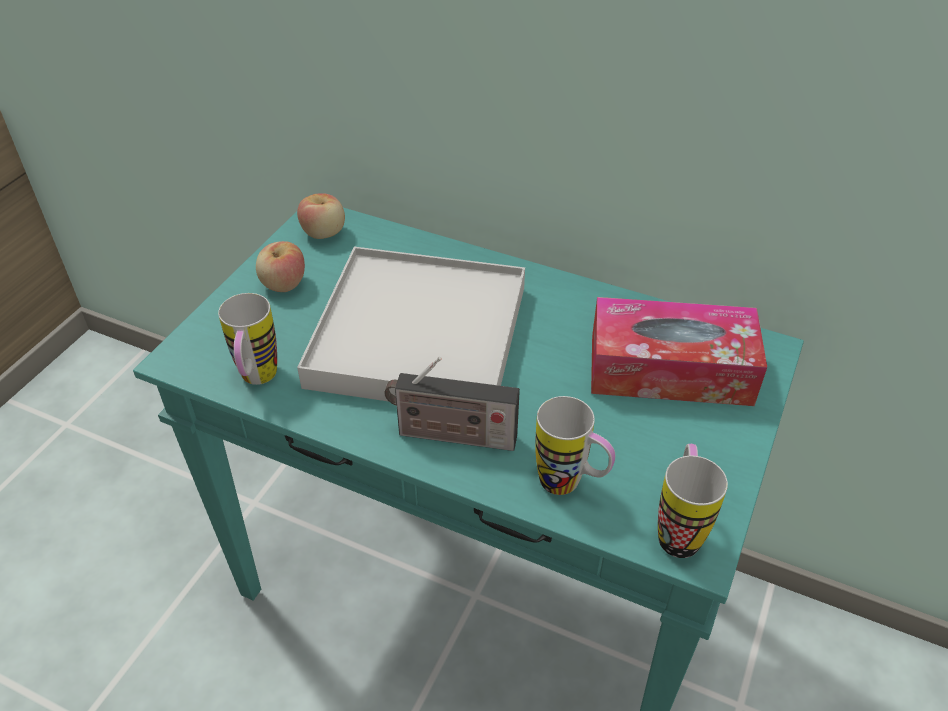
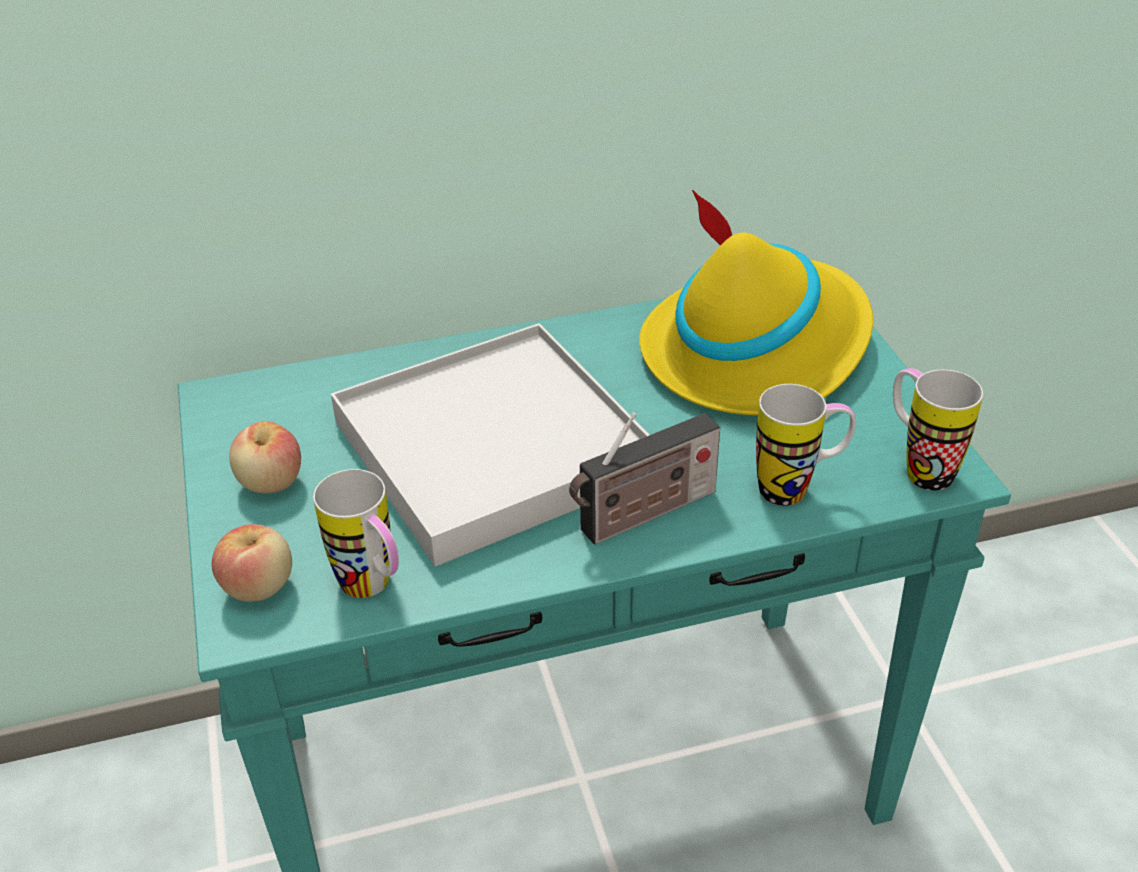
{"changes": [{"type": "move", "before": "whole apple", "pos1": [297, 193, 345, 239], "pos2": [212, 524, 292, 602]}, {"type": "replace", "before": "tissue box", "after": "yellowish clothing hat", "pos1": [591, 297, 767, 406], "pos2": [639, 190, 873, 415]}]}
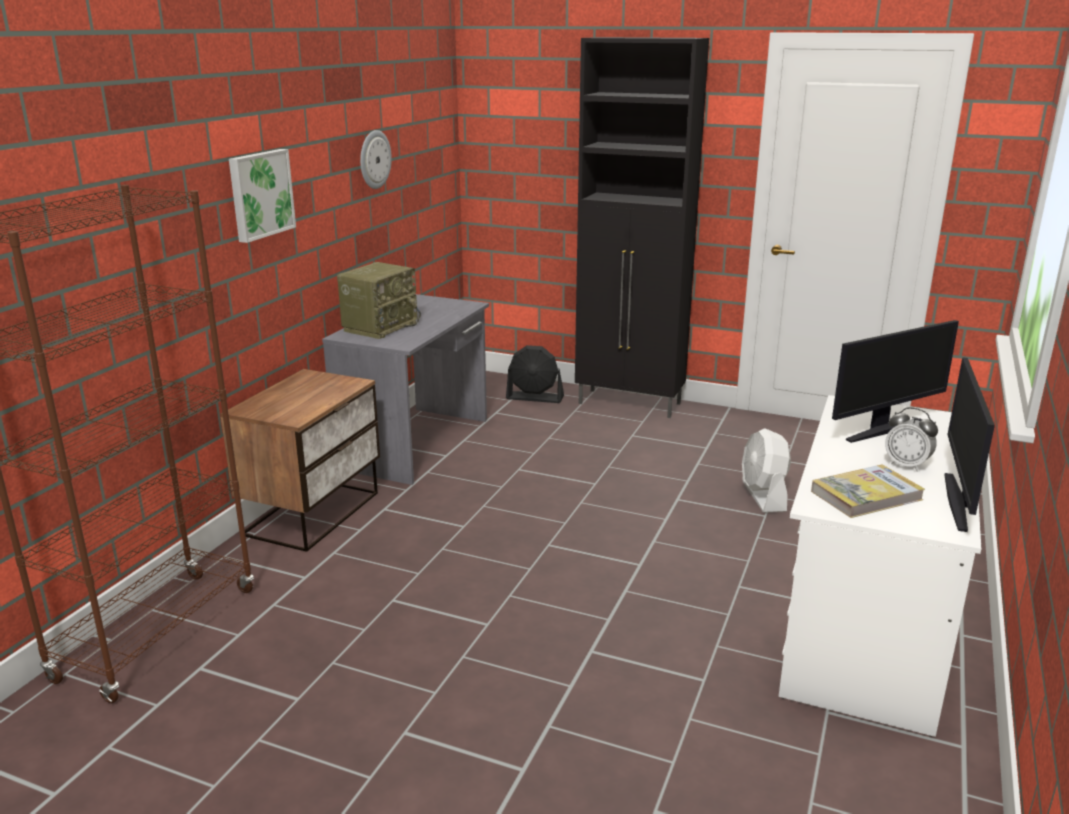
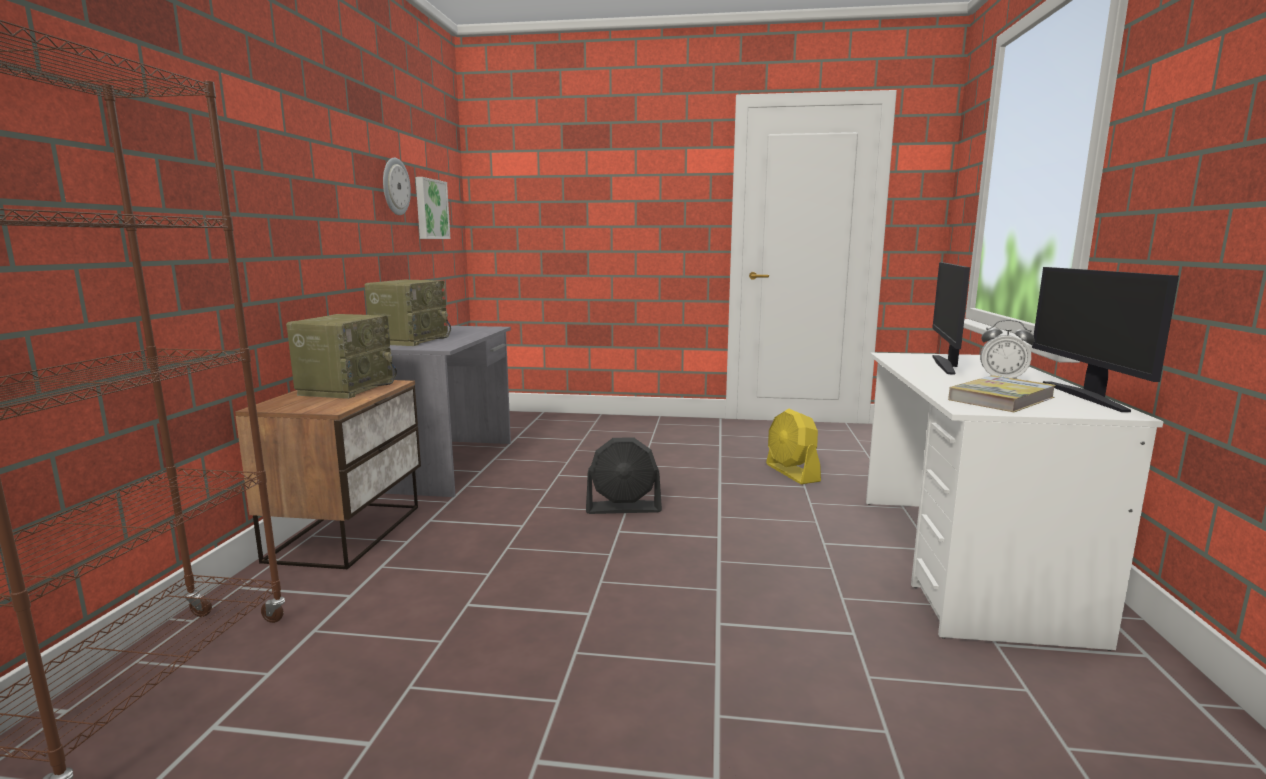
{"changes": [{"type": "insert", "after": "radio", "pos2": [286, 314, 397, 399]}, {"type": "move", "before": "wall picture", "pos1": [229, 149, 296, 243], "pos2": [416, 177, 451, 239]}, {"type": "move", "before": "black-coloured electric fan", "pos1": [506, 345, 564, 403], "pos2": [586, 437, 662, 514]}, {"type": "recolor", "before": "white electric fan", "after": "yellowish electric fan", "pos1": [742, 428, 791, 513], "pos2": [766, 409, 821, 484]}, {"type": "rotate", "before": "computer display", "pos1": [832, 320, 959, 443], "pos2": [932, 262, 970, 375], "turn": 150}, {"type": "delete", "before": "black-coloured cupboard", "pos1": [575, 37, 709, 418]}]}
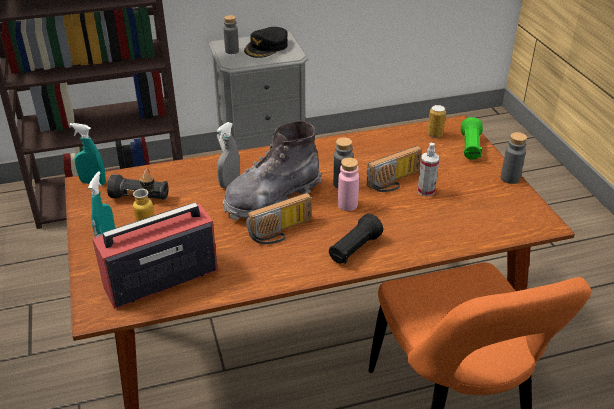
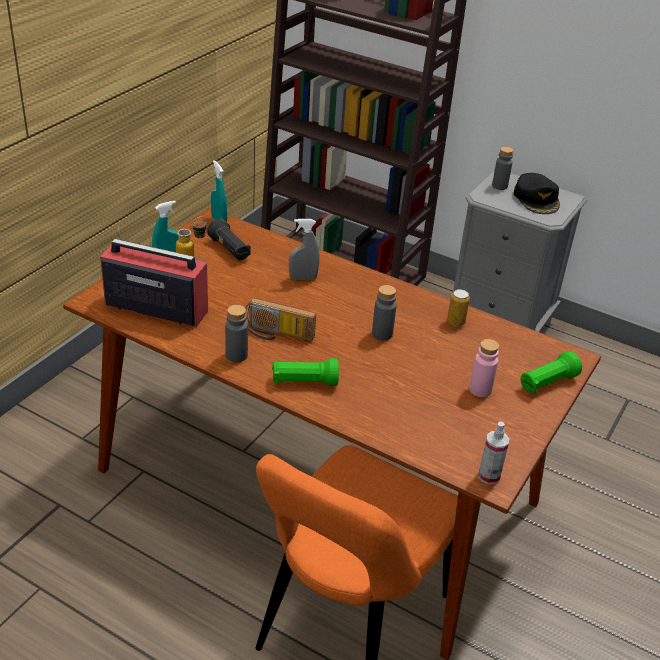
{"changes": [{"type": "move", "before": "greyish bottle", "pos1": [501, 132, 527, 184], "pos2": [225, 305, 248, 362]}, {"type": "recolor", "before": "black-coloured hand torch", "after": "green hand torch", "pos1": [329, 214, 383, 264], "pos2": [272, 359, 339, 386]}, {"type": "move", "before": "sealed can", "pos1": [427, 105, 446, 138], "pos2": [447, 289, 470, 327]}, {"type": "move", "before": "pink bottle", "pos1": [338, 158, 359, 211], "pos2": [469, 339, 499, 397]}, {"type": "move", "before": "spray bottle", "pos1": [418, 143, 439, 197], "pos2": [478, 422, 509, 484]}, {"type": "rotate", "before": "black-coloured baseball cap", "pos1": [244, 27, 288, 58], "pos2": [514, 173, 560, 214], "turn": -90}, {"type": "delete", "before": "greyish boot", "pos1": [223, 120, 321, 221]}, {"type": "delete", "before": "radio", "pos1": [367, 146, 422, 192]}]}
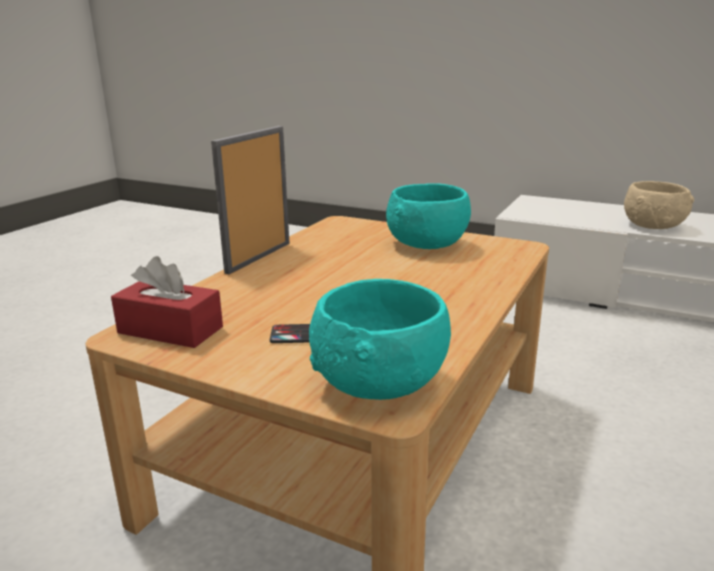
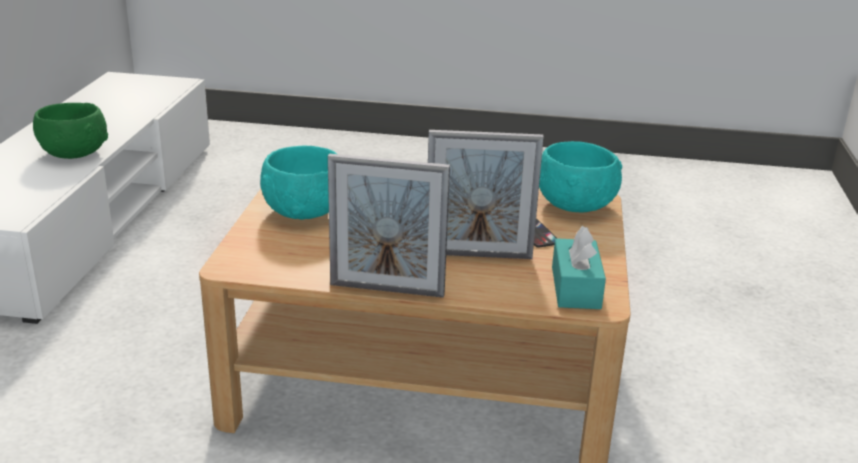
{"changes": [{"type": "recolor", "before": "beige deep dish", "after": "green deep dish", "pos1": [624, 181, 694, 229], "pos2": [33, 103, 108, 159]}, {"type": "insert", "after": "picture frame", "pos2": [428, 130, 544, 259]}, {"type": "recolor", "before": "reddish tissue box", "after": "blue-green tissue box", "pos1": [111, 256, 223, 348], "pos2": [552, 226, 606, 309]}]}
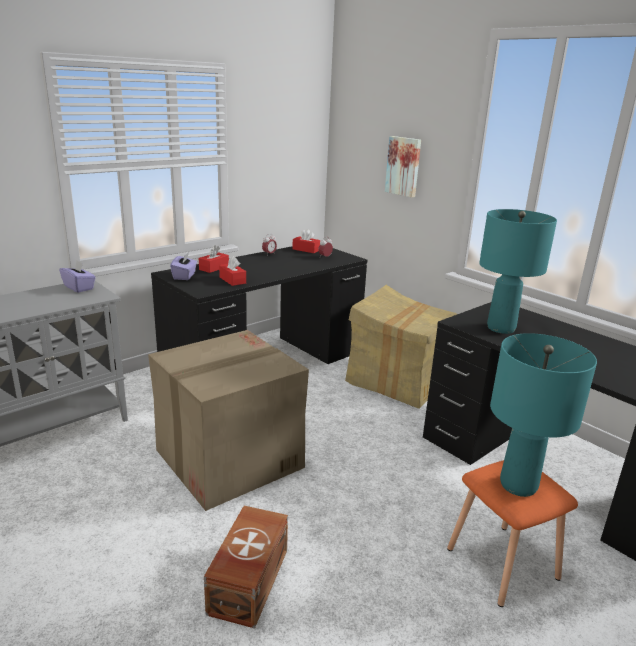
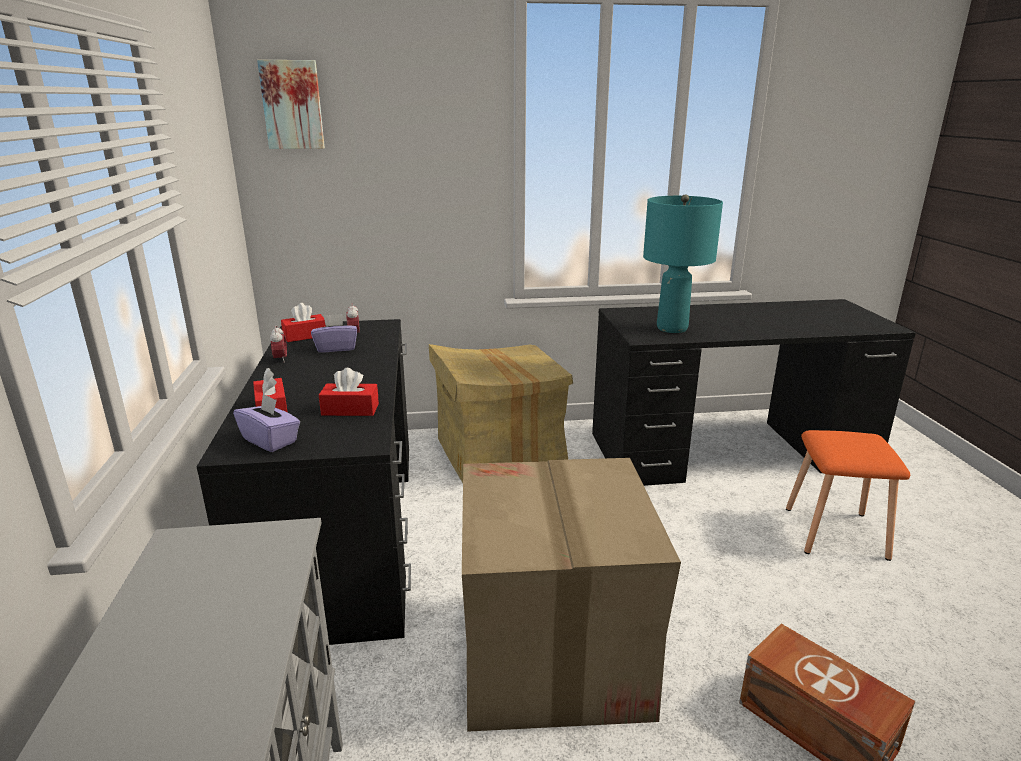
{"changes": [{"type": "move", "before": "wall picture", "pos1": [385, 136, 421, 198], "pos2": [257, 60, 325, 149]}, {"type": "move", "before": "purple-coloured tissue box", "pos1": [59, 261, 96, 293], "pos2": [311, 314, 357, 353]}, {"type": "delete", "before": "blue-green tabletop lamp", "pos1": [490, 333, 597, 497]}]}
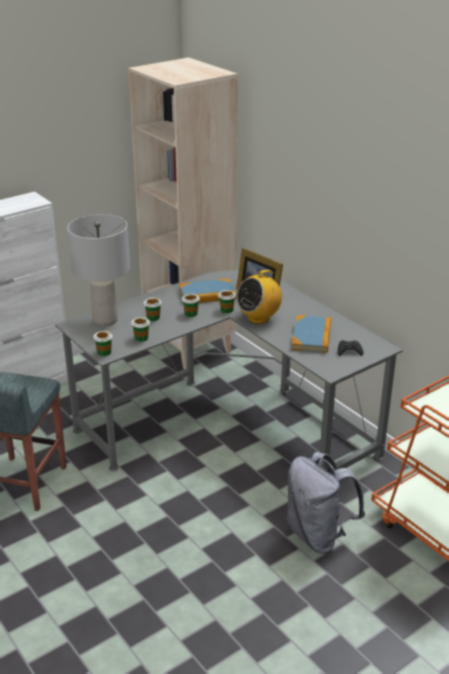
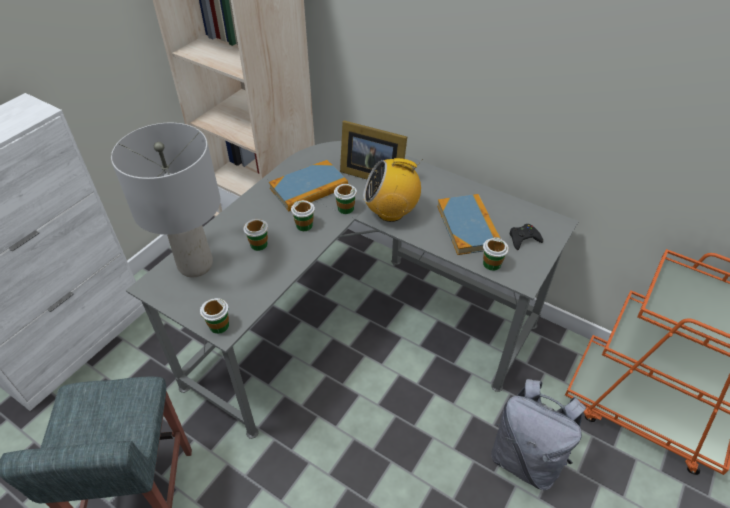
{"changes": [{"type": "rotate", "before": "radio", "pos1": [236, 270, 282, 324], "pos2": [363, 158, 423, 222], "turn": 60}, {"type": "move", "before": "drinking cup", "pos1": [131, 317, 150, 342], "pos2": [483, 237, 509, 271]}]}
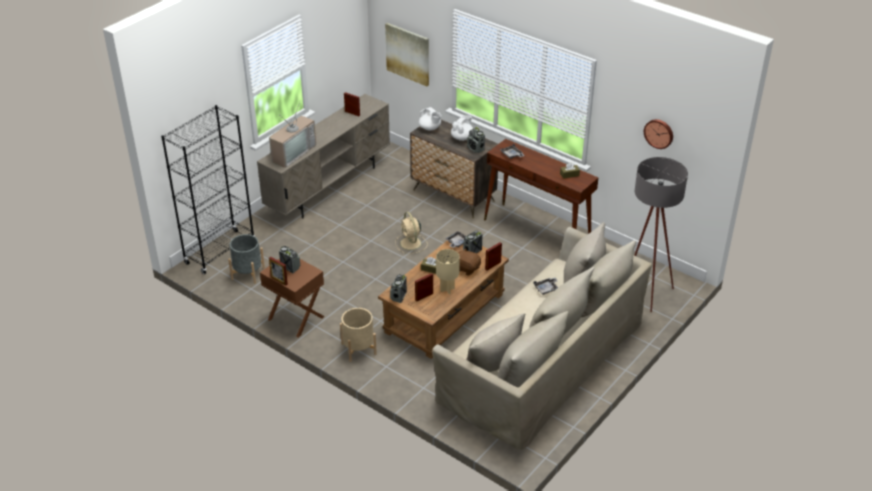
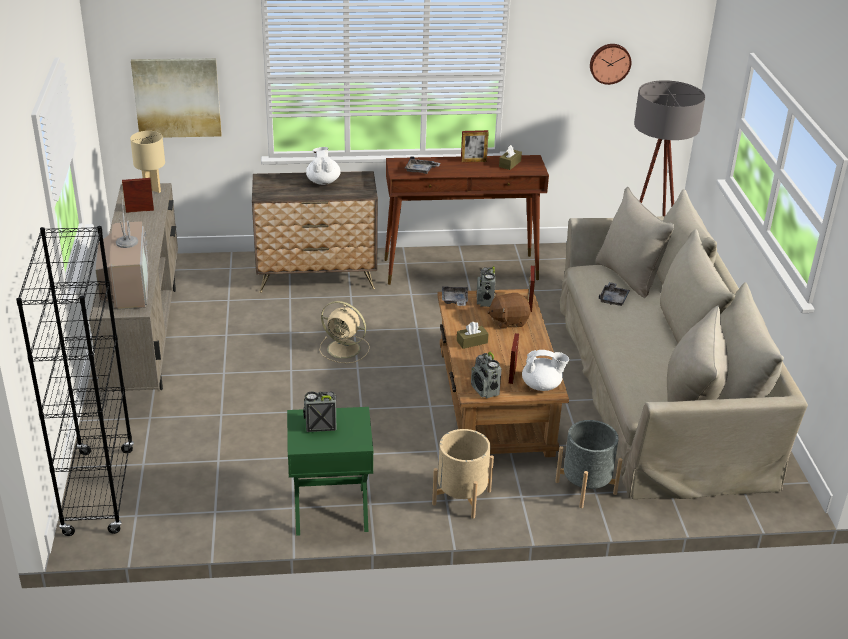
{"changes": [{"type": "move", "before": "beige tabletop lamp", "pos1": [436, 249, 460, 294], "pos2": [130, 131, 165, 193]}, {"type": "recolor", "before": "brown bedside table", "after": "green bedside table", "pos1": [260, 258, 325, 338], "pos2": [287, 407, 373, 536]}, {"type": "move", "before": "picture frame", "pos1": [269, 257, 288, 285], "pos2": [461, 130, 489, 163]}, {"type": "move", "before": "white tea pot", "pos1": [419, 107, 442, 131], "pos2": [522, 350, 569, 391]}, {"type": "move", "before": "greyish plant pot", "pos1": [228, 234, 265, 284], "pos2": [555, 420, 623, 508]}, {"type": "delete", "before": "radio", "pos1": [467, 127, 485, 153]}]}
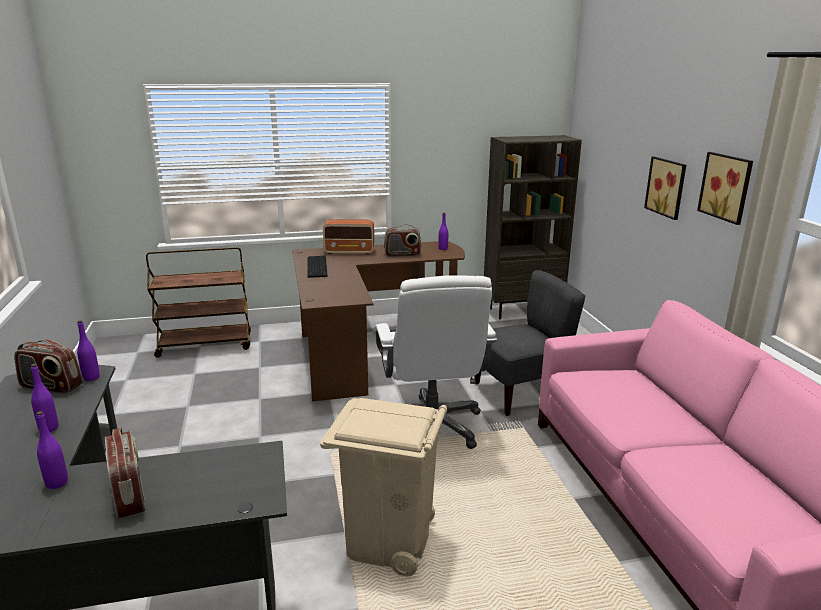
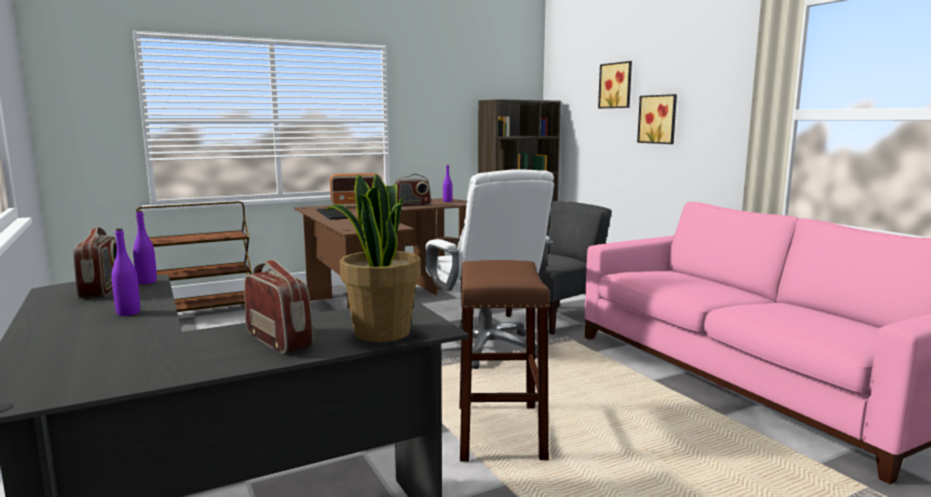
{"changes": [{"type": "rotate", "before": "radio", "pos1": [14, 339, 83, 394], "pos2": [73, 227, 117, 298], "turn": -105}, {"type": "insert", "after": "houseplant", "pos2": [324, 174, 421, 342]}, {"type": "replace", "before": "beige rubbish bin", "after": "brown stool seat", "pos1": [320, 398, 447, 577], "pos2": [460, 260, 550, 462]}, {"type": "move", "before": "wall picture", "pos1": [697, 152, 753, 225], "pos2": [598, 61, 632, 108]}, {"type": "delete", "before": "purple-coloured bottle", "pos1": [36, 411, 68, 489]}]}
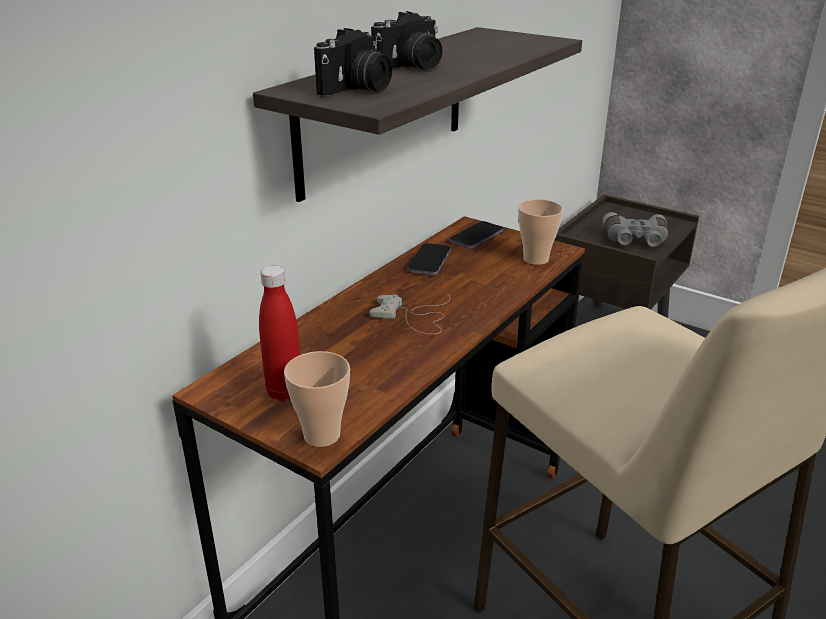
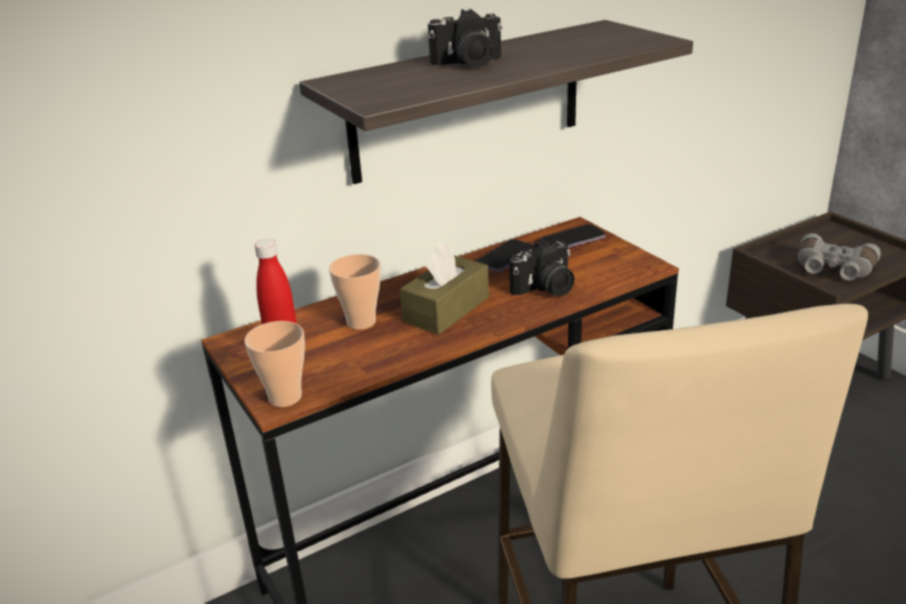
{"changes": [{"type": "move", "before": "drinking cup", "pos1": [518, 199, 563, 265], "pos2": [329, 254, 381, 330]}, {"type": "replace", "before": "white gamepad", "after": "brown tissue box", "pos1": [369, 292, 450, 334], "pos2": [400, 242, 489, 335]}, {"type": "move", "before": "photo camera", "pos1": [314, 28, 392, 96], "pos2": [509, 240, 575, 297]}]}
